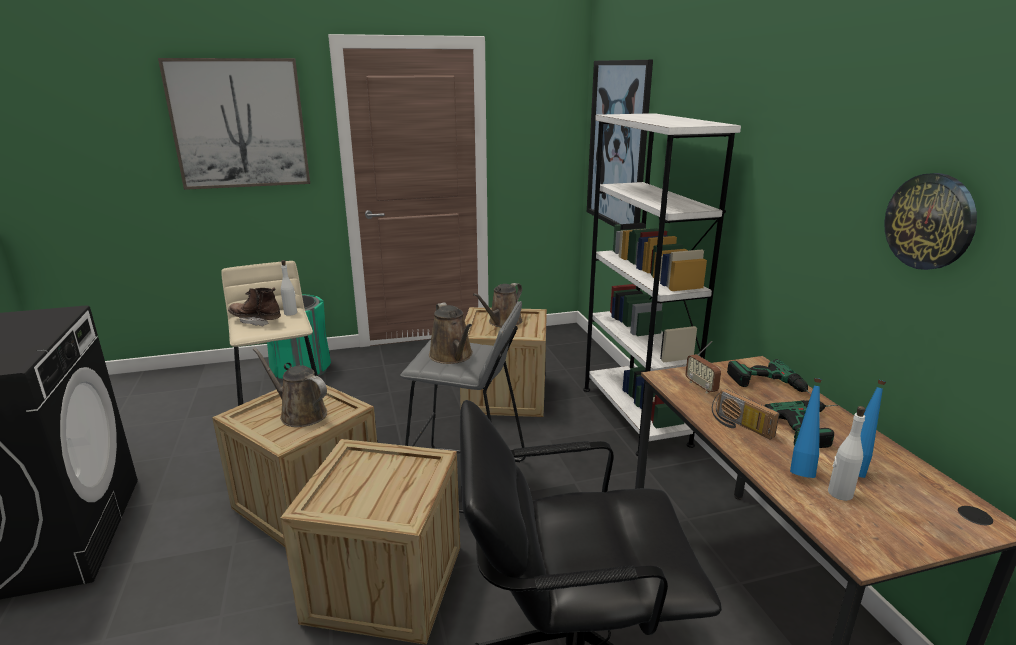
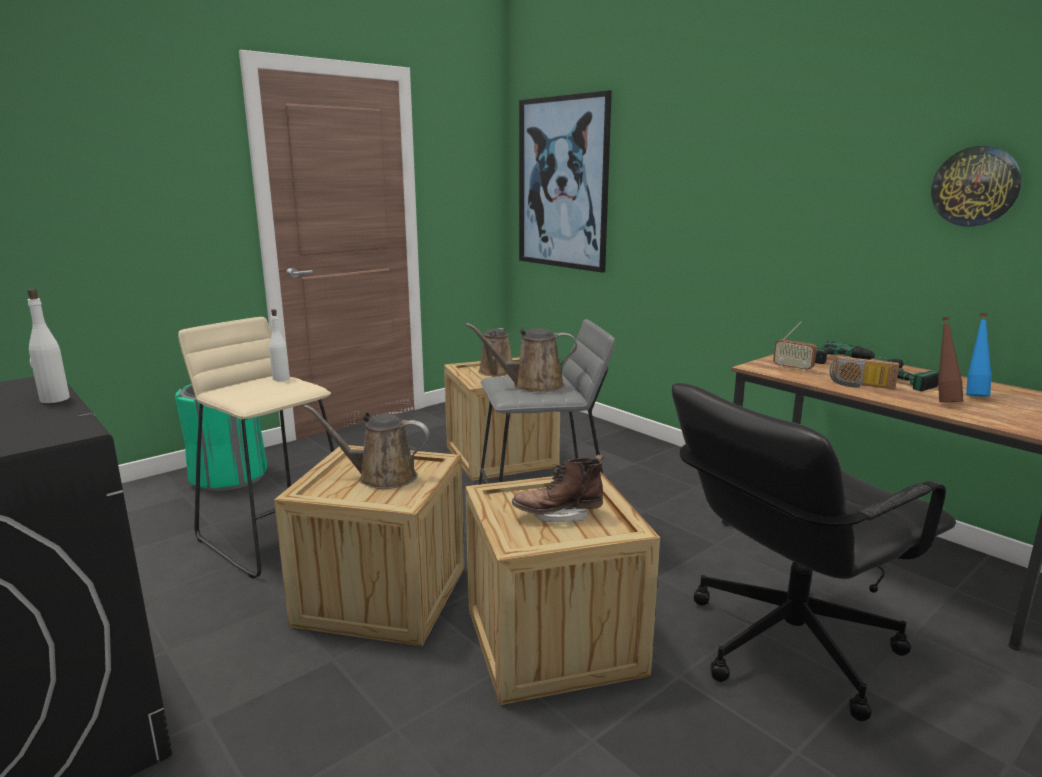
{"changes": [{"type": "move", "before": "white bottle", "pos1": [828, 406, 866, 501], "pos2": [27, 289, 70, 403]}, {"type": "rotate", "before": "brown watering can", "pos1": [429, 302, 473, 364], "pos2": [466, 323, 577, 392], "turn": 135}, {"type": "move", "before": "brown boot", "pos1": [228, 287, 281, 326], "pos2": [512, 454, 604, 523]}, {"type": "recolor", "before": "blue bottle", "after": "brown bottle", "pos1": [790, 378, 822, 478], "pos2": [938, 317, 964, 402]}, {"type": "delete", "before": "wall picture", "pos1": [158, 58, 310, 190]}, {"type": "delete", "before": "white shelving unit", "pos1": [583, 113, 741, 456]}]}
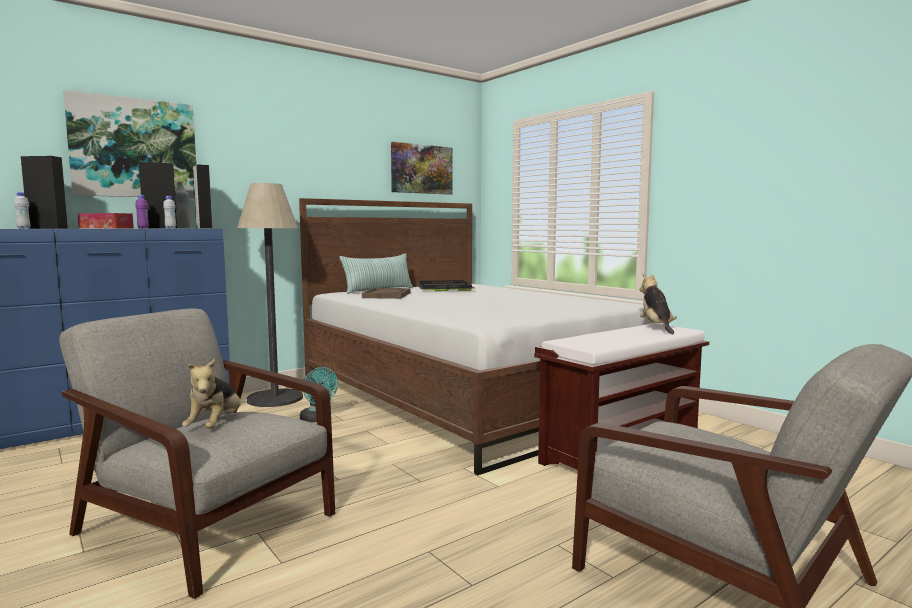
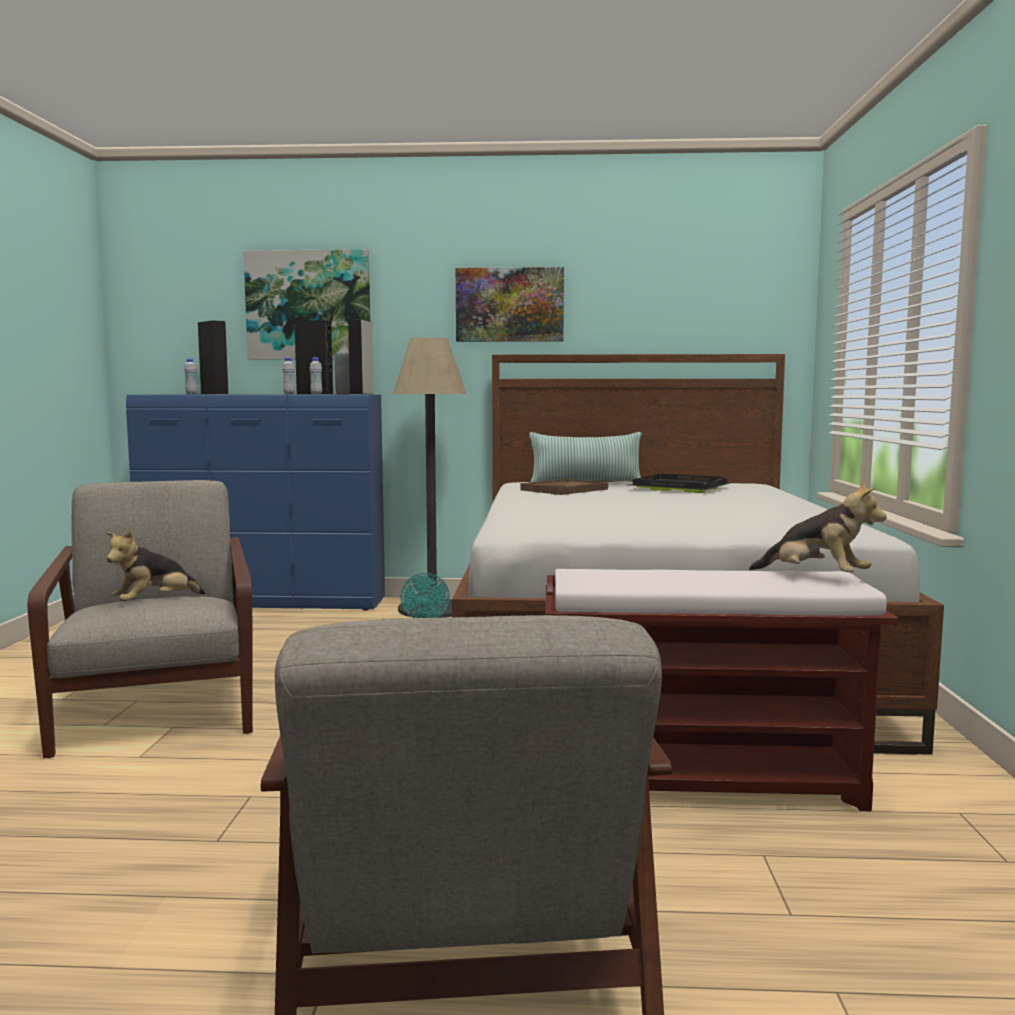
{"changes": [{"type": "recolor", "before": "purple-coloured bottle", "after": "white bottle", "pos1": [135, 195, 149, 229], "pos2": [282, 357, 295, 394]}, {"type": "move", "before": "wall picture", "pos1": [391, 142, 453, 195], "pos2": [456, 267, 564, 342]}, {"type": "rotate", "before": "plush toy", "pos1": [639, 274, 677, 334], "pos2": [749, 482, 887, 572], "turn": 90}, {"type": "delete", "before": "tissue box", "pos1": [78, 213, 134, 229]}]}
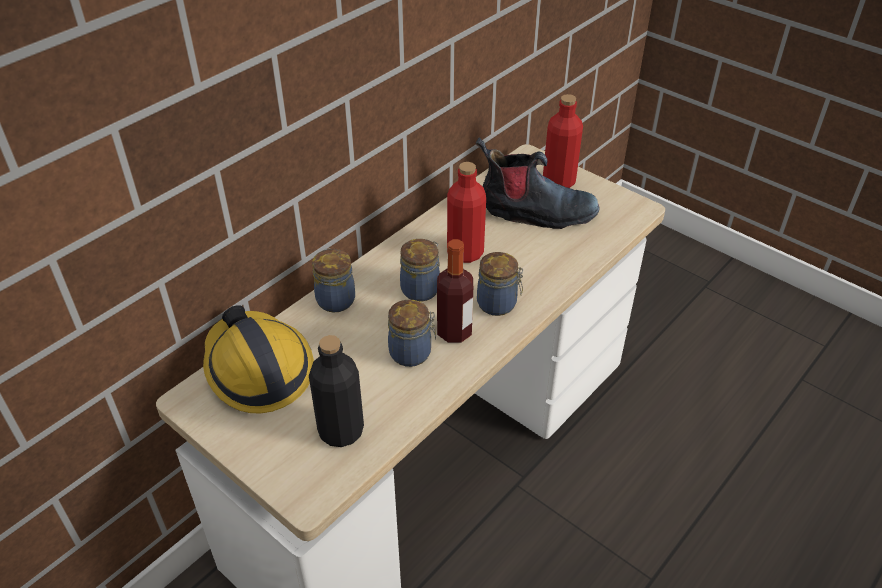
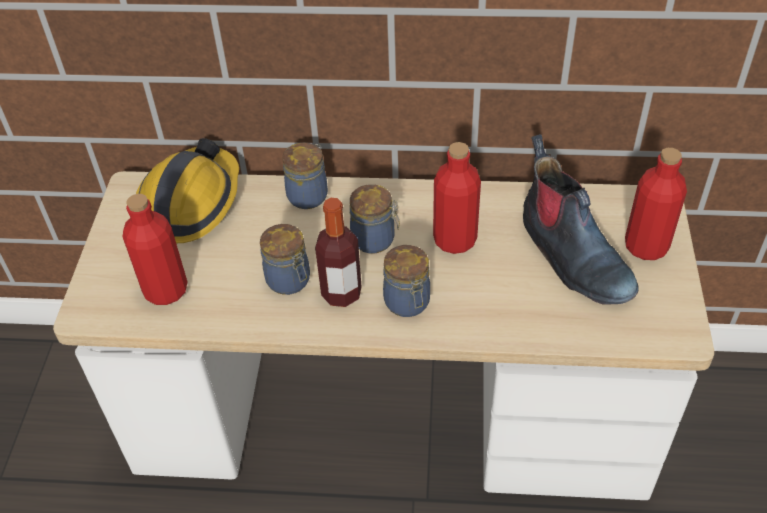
{"changes": [{"type": "recolor", "before": "black-coloured bottle", "after": "reddish bottle", "pos1": [309, 335, 364, 447], "pos2": [123, 194, 187, 305]}]}
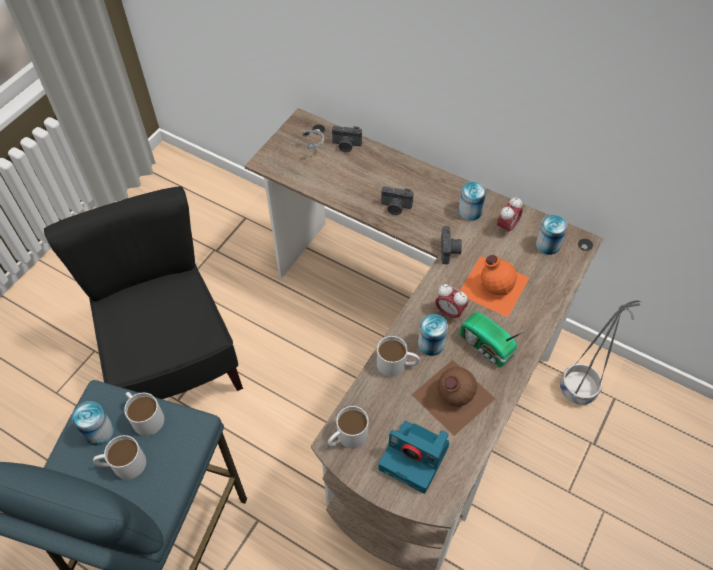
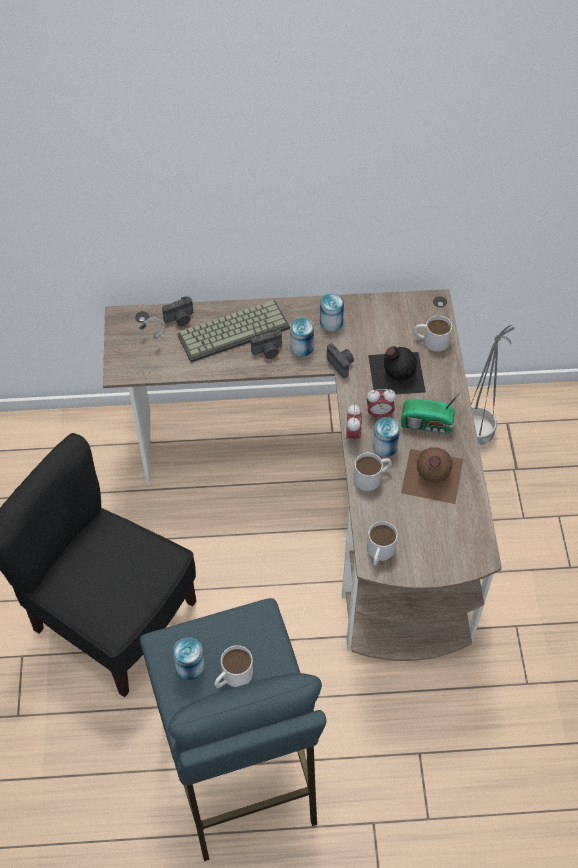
{"changes": [{"type": "insert", "after": "PC keyboard", "pos2": [177, 300, 290, 362]}, {"type": "move", "before": "sealed can", "pos1": [536, 215, 568, 255], "pos2": [290, 318, 314, 356]}, {"type": "move", "before": "bedside clock", "pos1": [497, 197, 523, 236], "pos2": [346, 404, 362, 444]}, {"type": "recolor", "before": "orange bottle", "after": "black-coloured bottle", "pos1": [460, 255, 529, 317], "pos2": [368, 346, 426, 394]}, {"type": "move", "before": "white mug", "pos1": [124, 392, 164, 436], "pos2": [414, 315, 452, 352]}, {"type": "delete", "before": "photo camera", "pos1": [378, 421, 450, 494]}]}
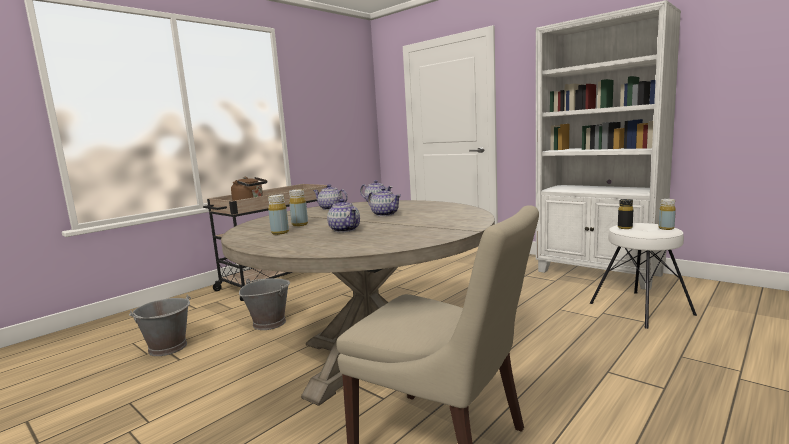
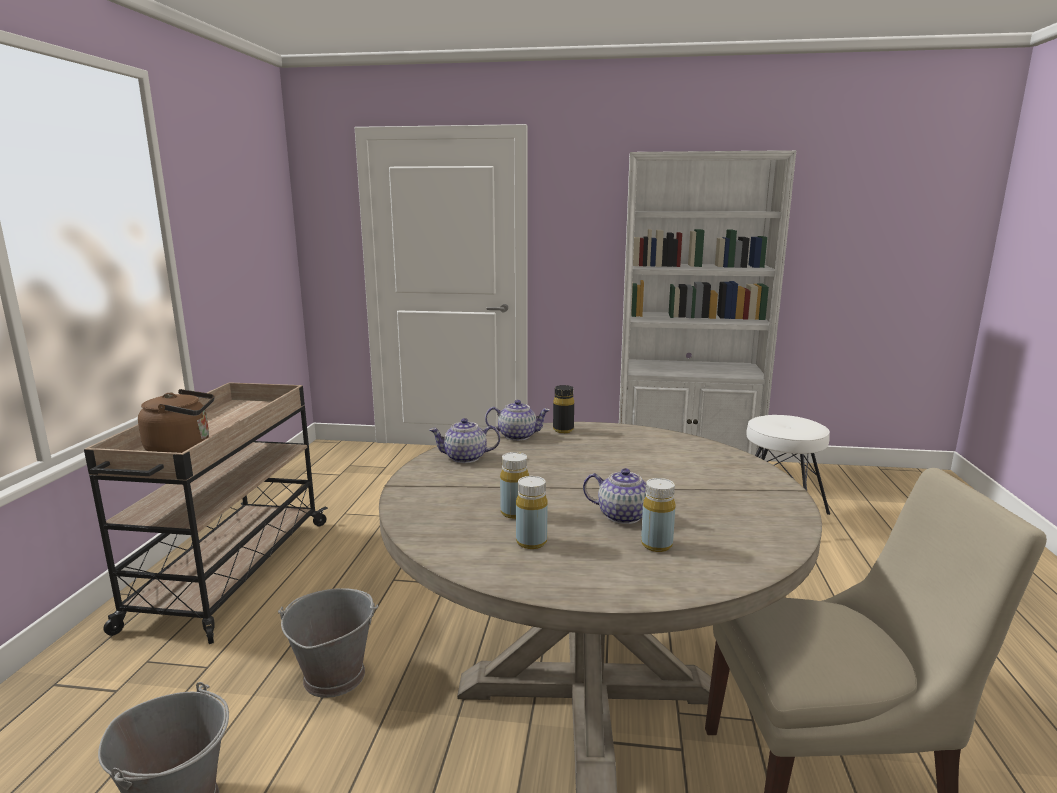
{"changes": [{"type": "move", "before": "black-coloured bottle", "pos1": [618, 199, 633, 229], "pos2": [553, 385, 574, 433]}, {"type": "move", "before": "yellowish bottle", "pos1": [659, 199, 676, 230], "pos2": [641, 478, 676, 552]}, {"type": "delete", "before": "tea pot", "pos1": [368, 187, 401, 216]}]}
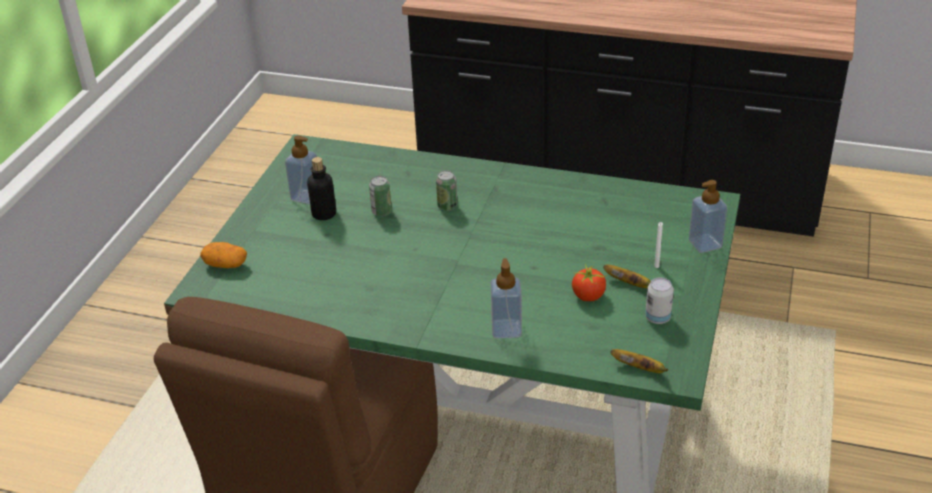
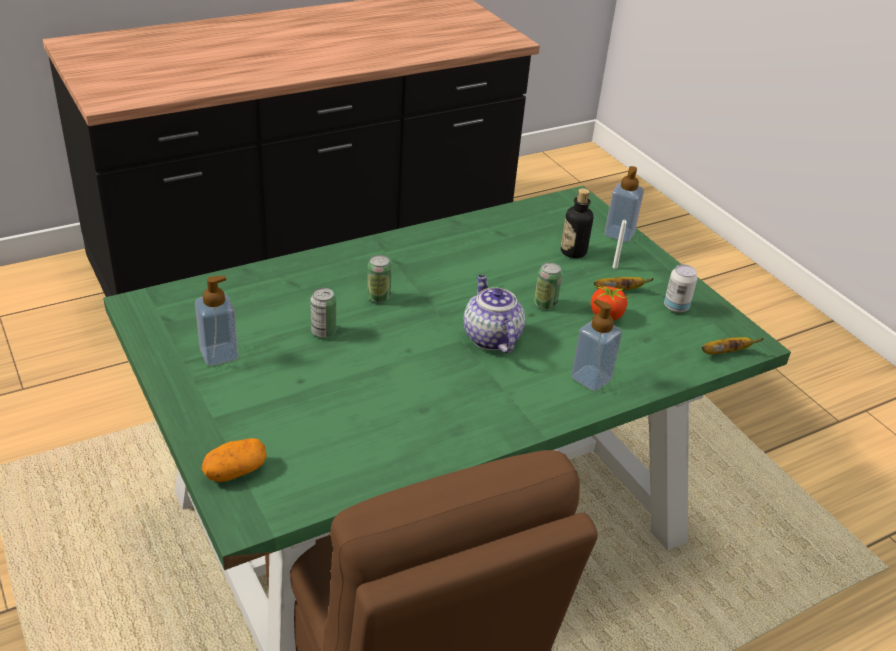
{"changes": [{"type": "insert", "after": "tea pot", "pos2": [463, 275, 525, 353]}, {"type": "insert", "after": "sealed can", "pos2": [534, 262, 562, 310]}, {"type": "move", "before": "bottle", "pos1": [307, 157, 336, 220], "pos2": [561, 188, 593, 258]}]}
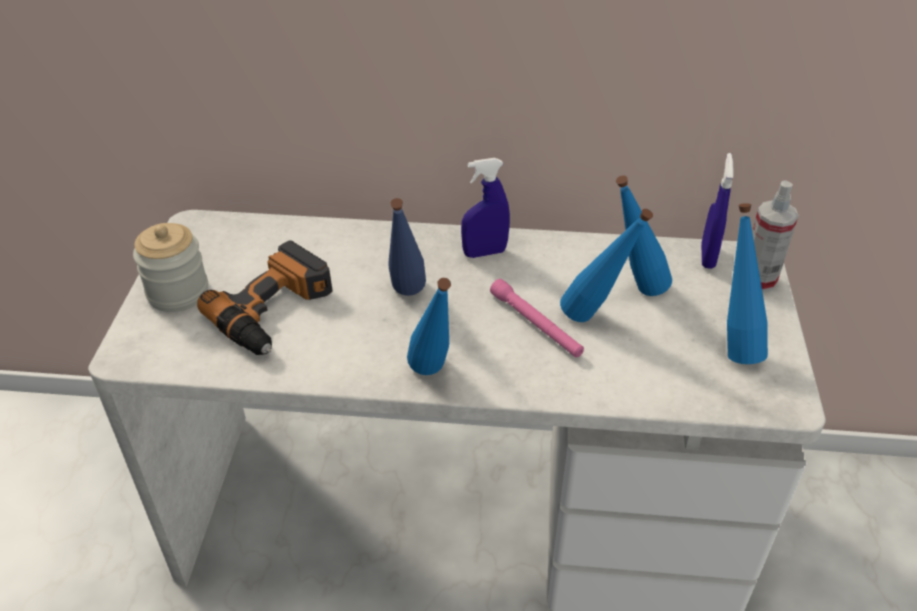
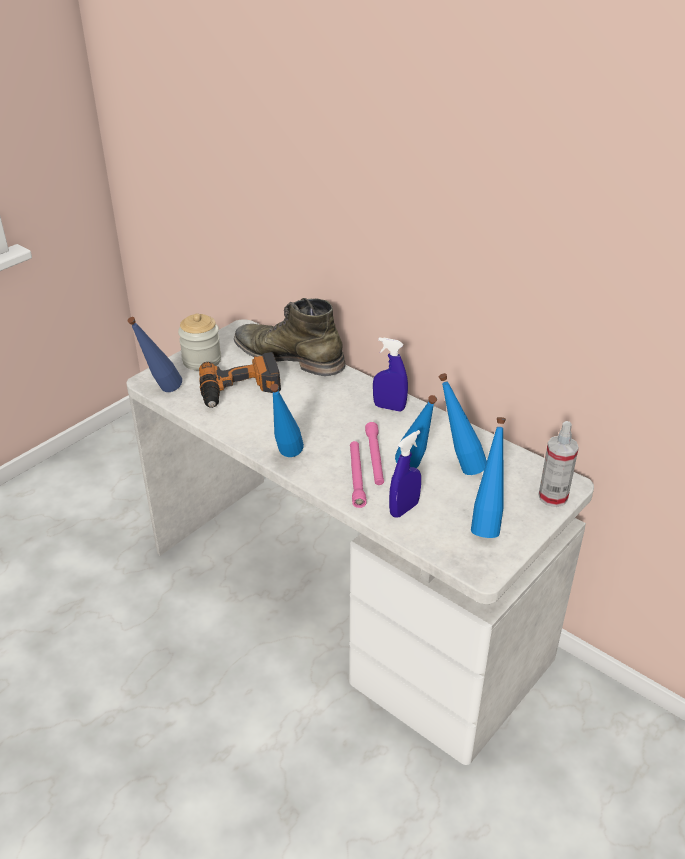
{"changes": [{"type": "move", "before": "blue bottle", "pos1": [388, 198, 426, 296], "pos2": [127, 317, 182, 392]}, {"type": "insert", "after": "green boot", "pos2": [234, 298, 346, 376]}, {"type": "insert", "after": "pink hand torch", "pos2": [350, 441, 367, 508]}, {"type": "move", "before": "blue spray bottle", "pos1": [701, 153, 734, 269], "pos2": [389, 430, 421, 518]}]}
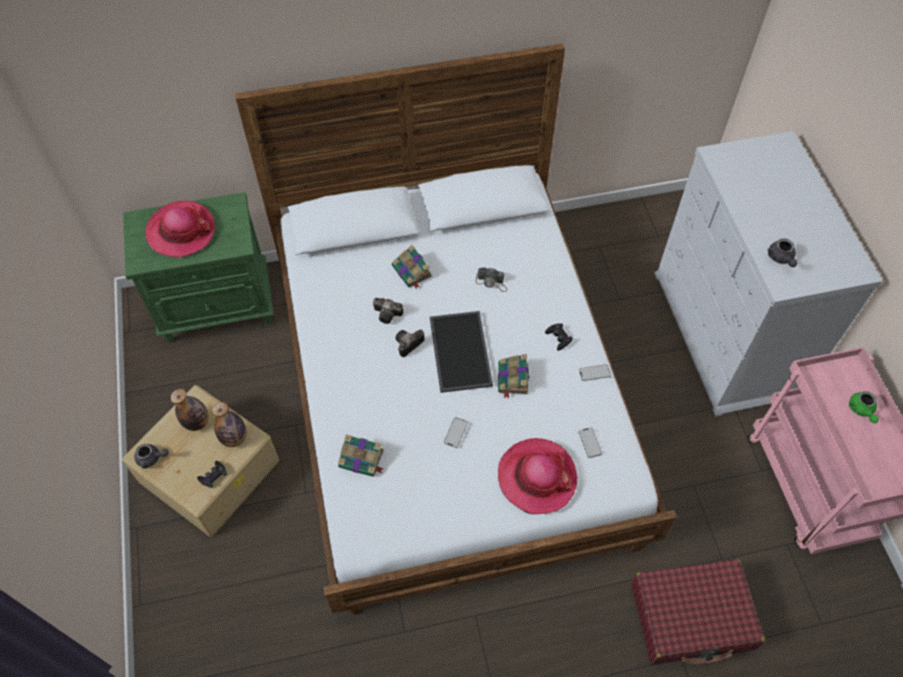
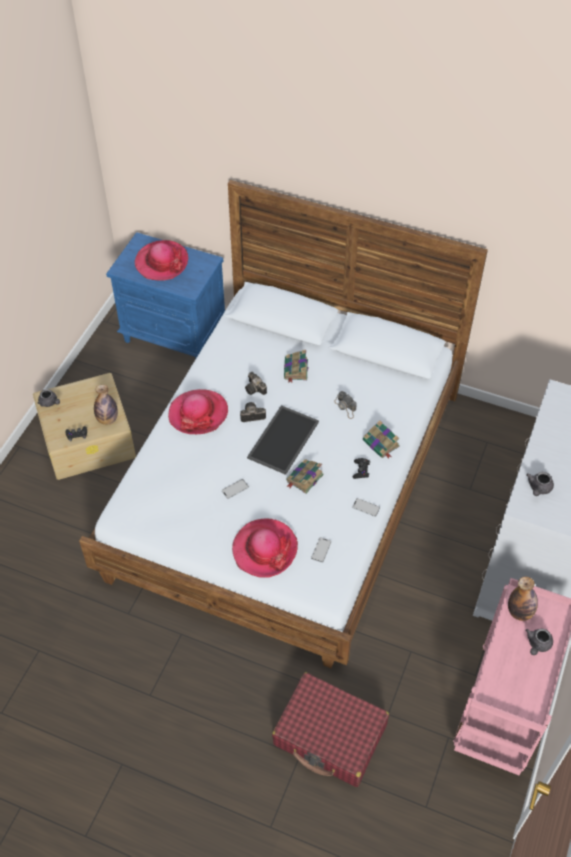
{"changes": [{"type": "recolor", "before": "green bedside table", "after": "blue bedside table", "pos1": [123, 192, 274, 342], "pos2": [106, 232, 225, 359]}, {"type": "insert", "after": "clothing hat", "pos2": [168, 389, 228, 434]}, {"type": "move", "before": "book", "pos1": [338, 434, 384, 477], "pos2": [363, 420, 400, 459]}, {"type": "move", "before": "bottle", "pos1": [170, 389, 209, 431], "pos2": [508, 577, 538, 621]}, {"type": "recolor", "before": "green tea pot", "after": "greyish tea pot", "pos1": [849, 391, 879, 423], "pos2": [525, 629, 553, 655]}]}
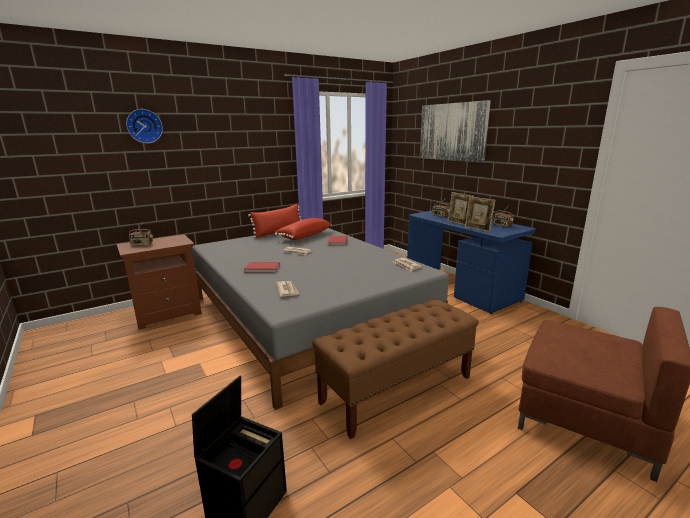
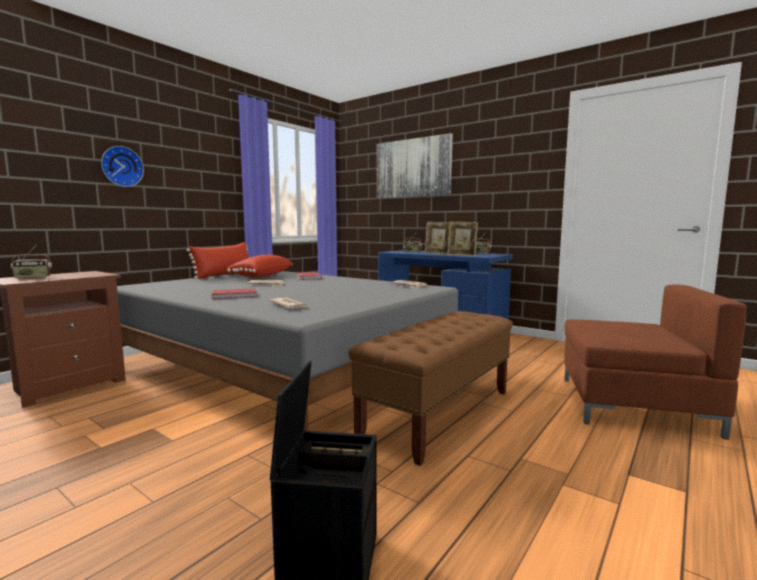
{"changes": [{"type": "move", "before": "clock on the wall", "pos1": [126, 109, 163, 143], "pos2": [101, 146, 144, 187]}]}
